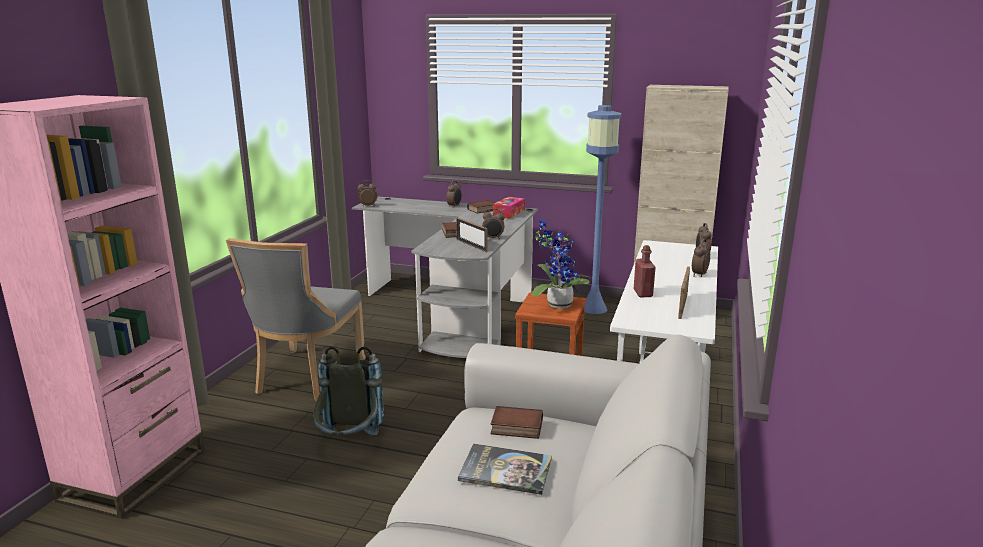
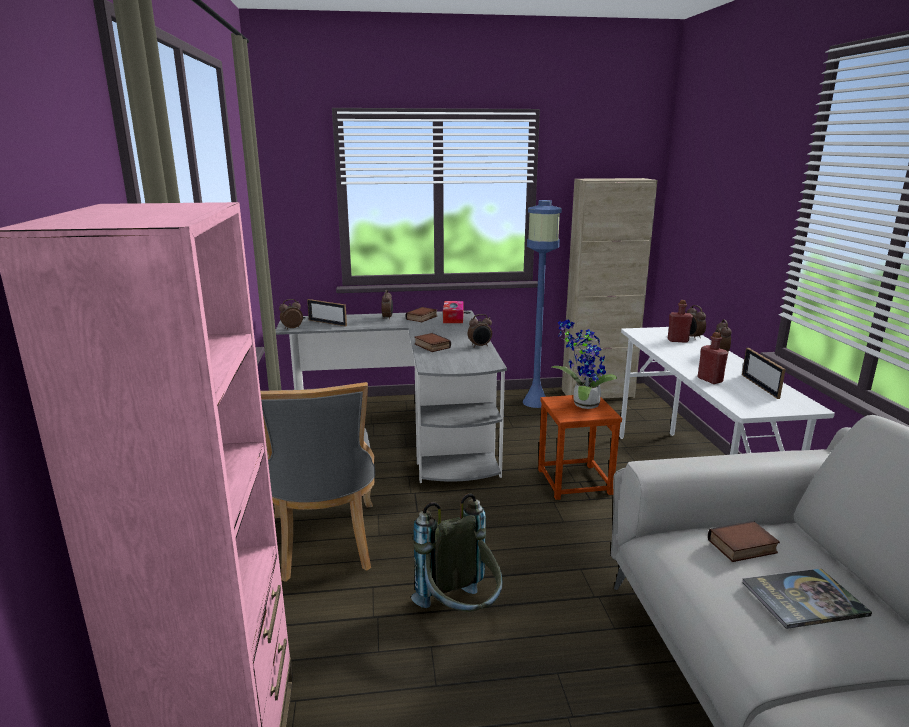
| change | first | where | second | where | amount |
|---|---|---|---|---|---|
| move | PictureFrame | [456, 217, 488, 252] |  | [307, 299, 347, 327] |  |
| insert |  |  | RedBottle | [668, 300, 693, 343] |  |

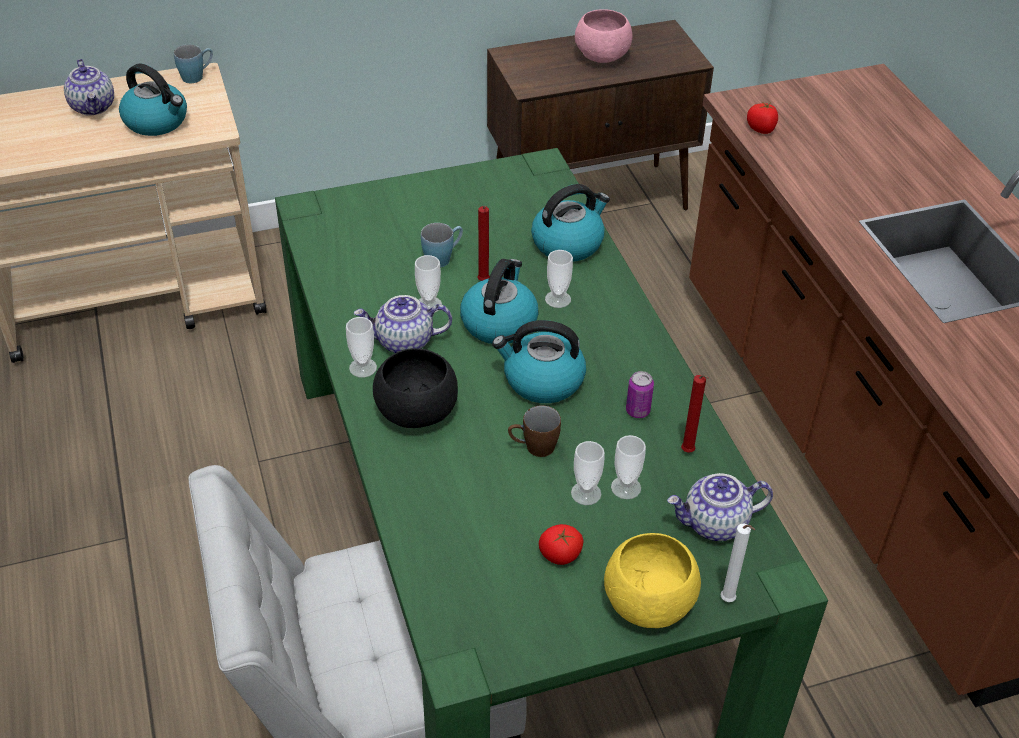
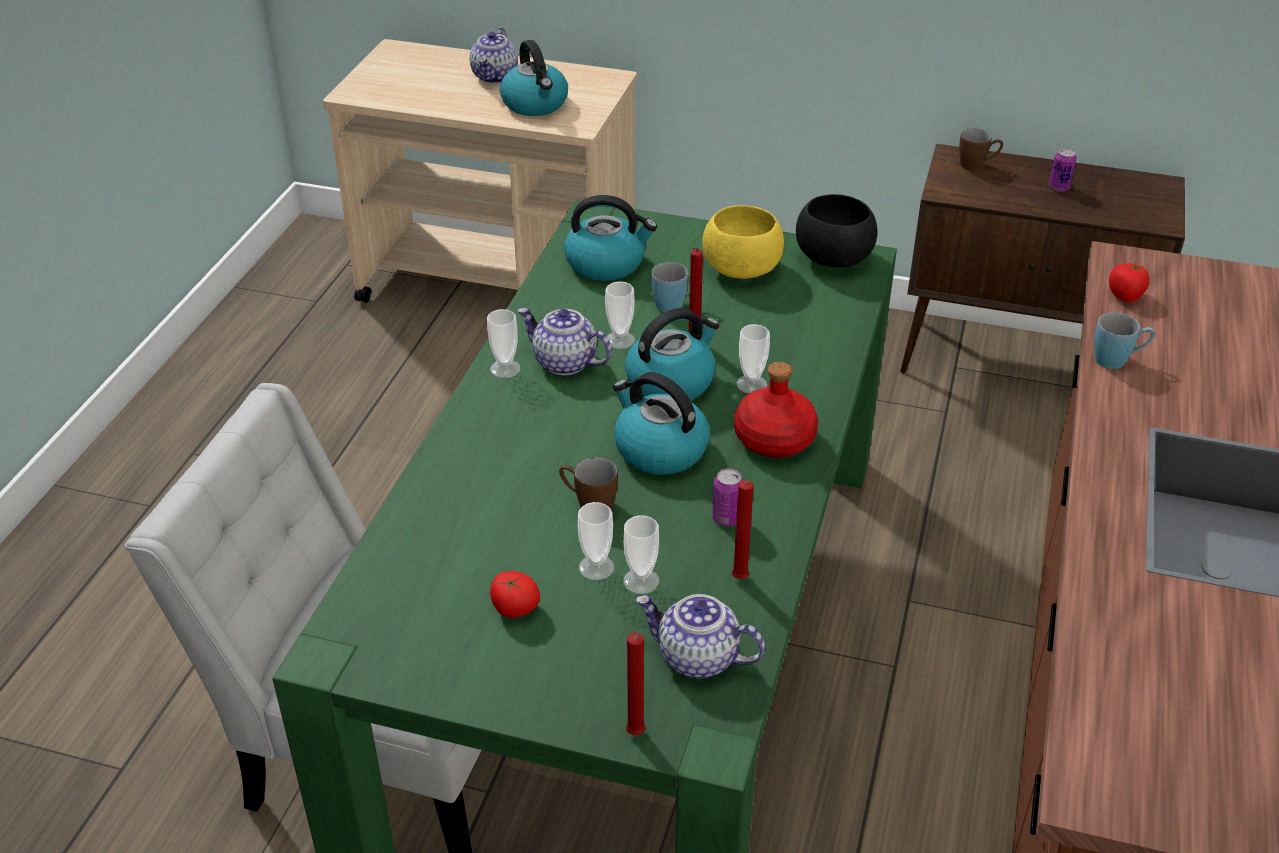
| change | first | where | second | where | amount |
|---|---|---|---|---|---|
| replace | PinkBowl | [575, 9, 632, 63] | Can | [1049, 148, 1077, 192] |  |
| move | BlueMug | [174, 45, 213, 83] |  | [1094, 312, 1155, 369] |  |
| move | Kettle | [531, 184, 610, 262] |  | [564, 195, 657, 281] |  |
| move | BlackBowl | [373, 348, 458, 428] |  | [796, 194, 877, 268] |  |
| recolor | WhiteCandle | [721, 523, 755, 602] | RedCandle | [626, 632, 645, 736] |  |
| move | YellowBowl | [604, 533, 701, 628] |  | [702, 205, 784, 279] |  |
| insert |  |  | BrownMug | [959, 129, 1003, 171] |  |
| insert |  |  | RedBottle | [734, 362, 818, 458] |  |

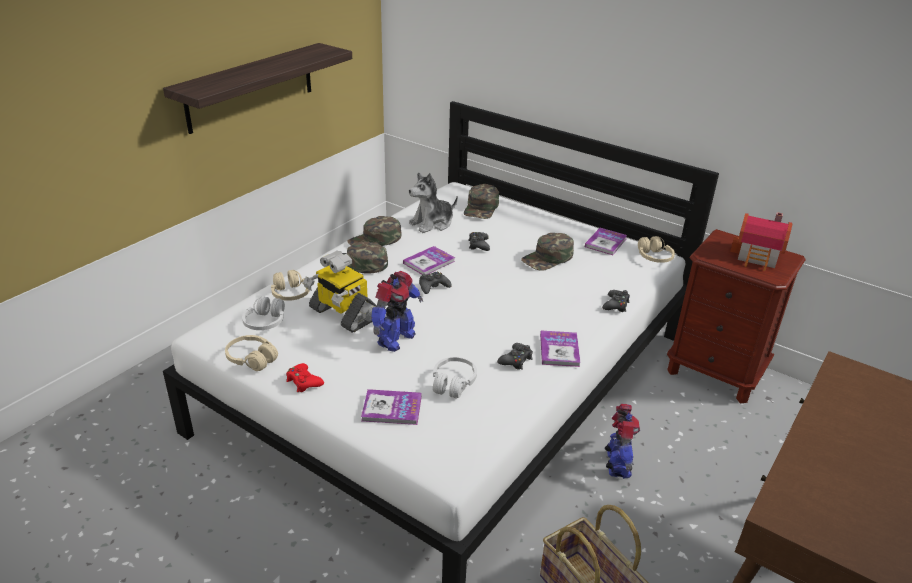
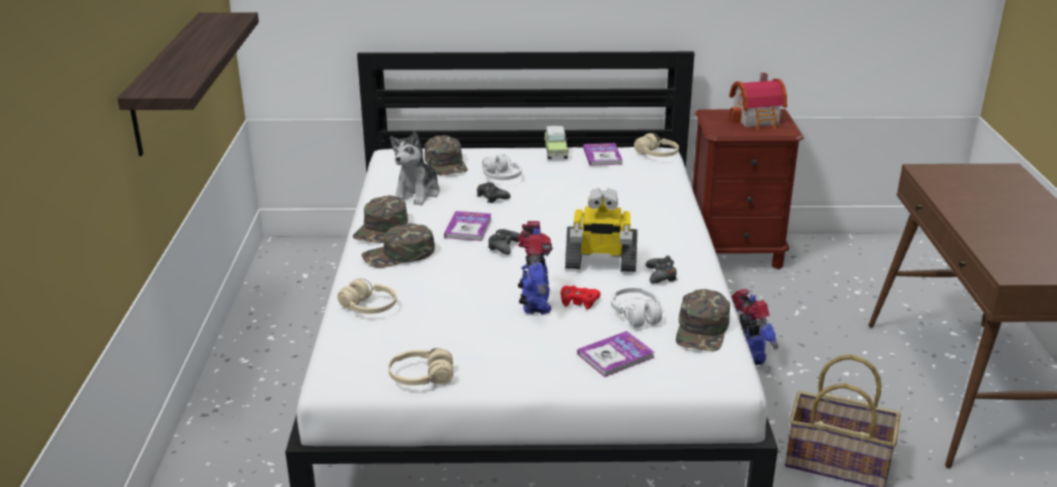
| change | first | where | second | where | amount |
|---|---|---|---|---|---|
| move | GreenCap | [521, 233, 574, 271] |  | [676, 289, 730, 351] |  |
| move | ToyRobot | [303, 251, 377, 333] |  | [565, 188, 638, 272] |  |
| delete | BlackGameController | [602, 290, 630, 312] |  |  |  |
| move | WhiteHeadphones | [242, 296, 285, 330] |  | [482, 154, 522, 180] |  |
| delete | Book | [540, 331, 581, 367] |  |  |  |
| move | RedGameController | [286, 363, 324, 392] |  | [561, 286, 601, 309] |  |
| insert |  |  | ToyCar | [544, 126, 569, 159] |  |

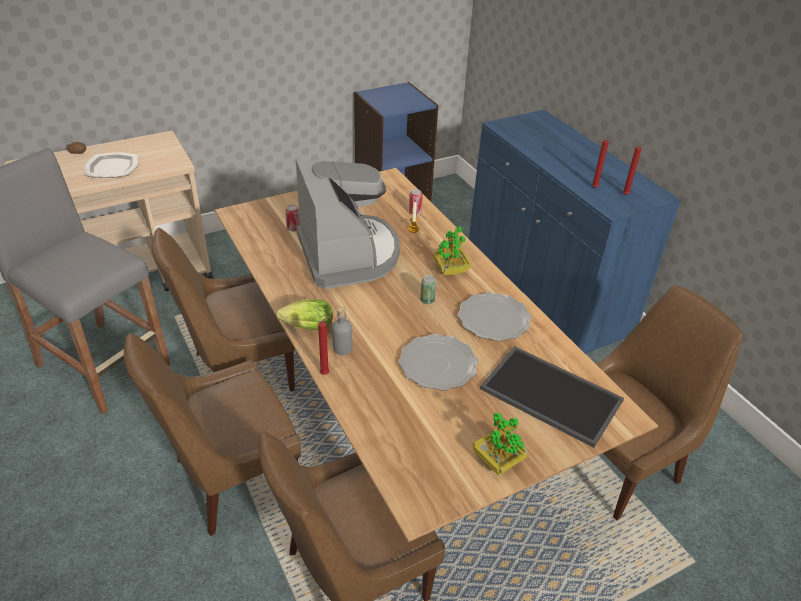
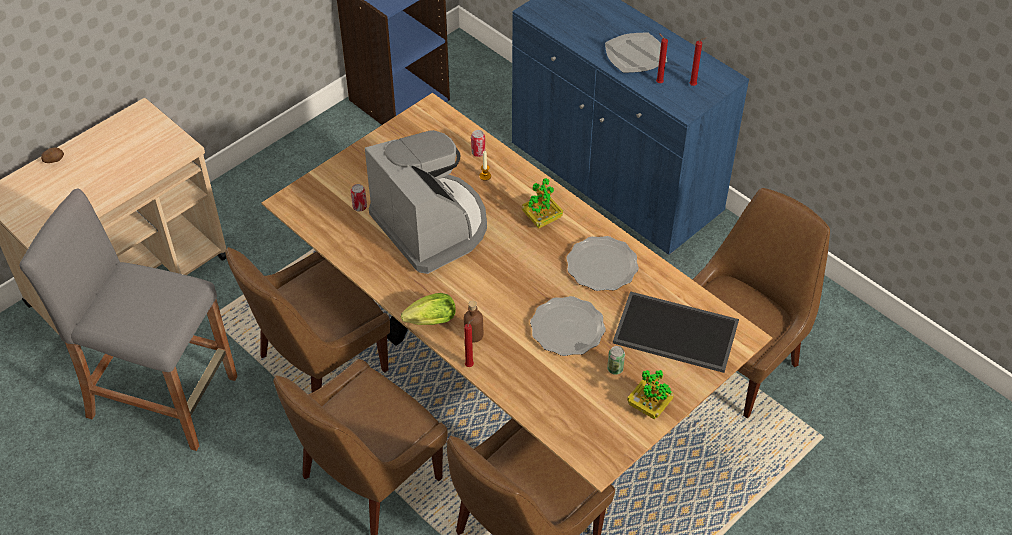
| change | first | where | second | where | amount |
|---|---|---|---|---|---|
| move | Plate | [84, 152, 139, 178] |  | [605, 33, 667, 73] |  |
| move | Can | [420, 275, 437, 304] |  | [607, 346, 625, 375] |  |
| recolor | GreyBottle | [332, 307, 352, 355] | BrownBottle | [464, 301, 483, 343] |  |

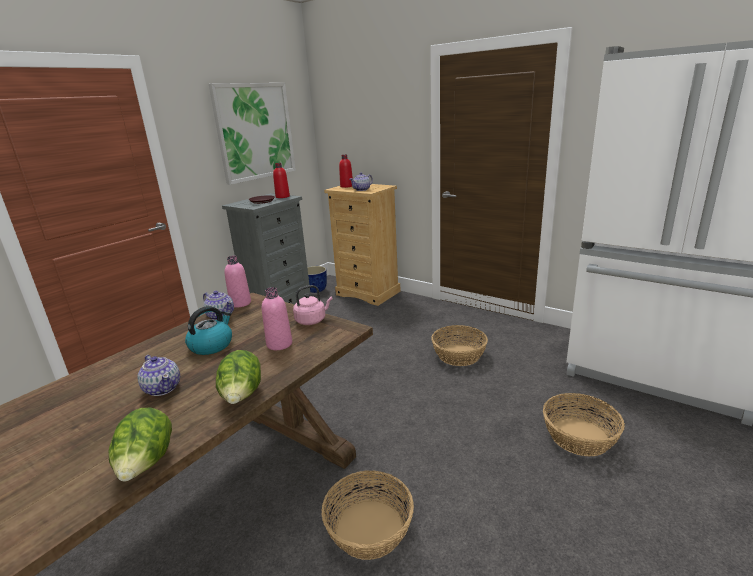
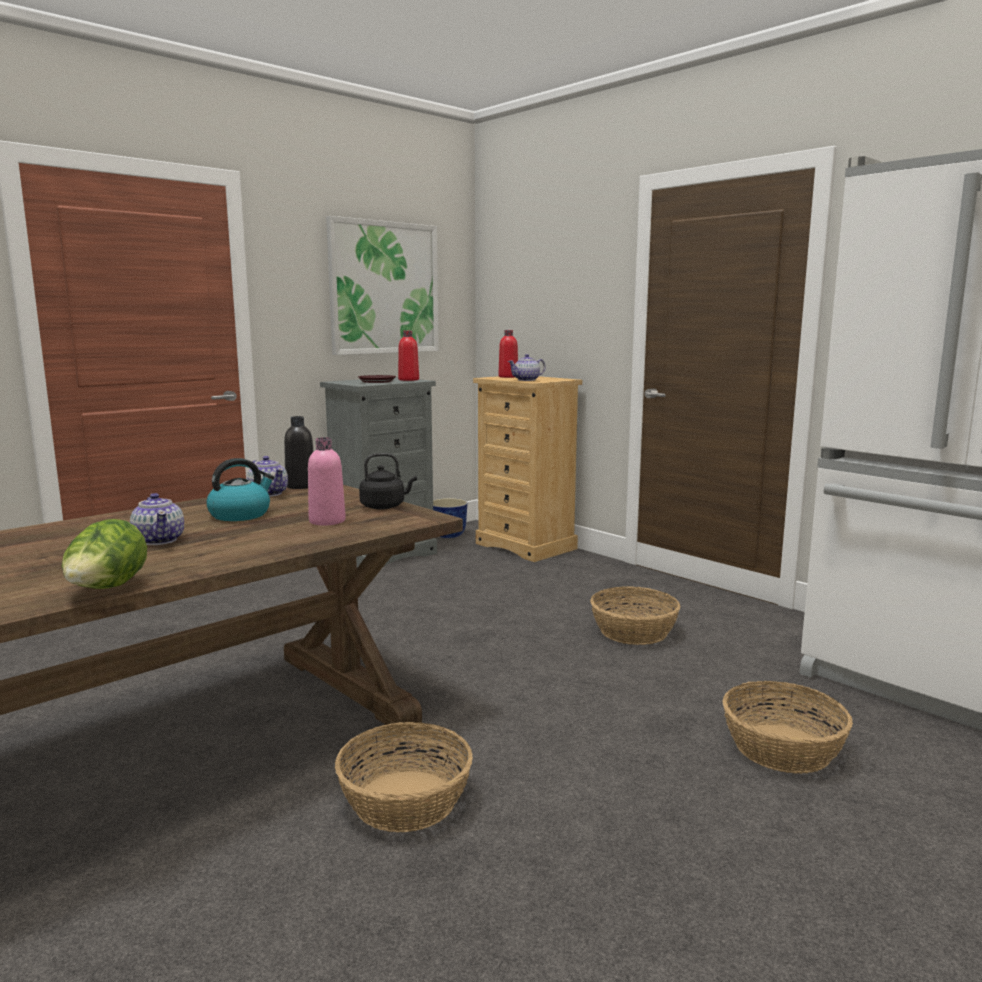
| change | first | where | second | where | amount |
|---|---|---|---|---|---|
| recolor | PinkBottle | [224, 256, 251, 308] | BlackBottle | [284, 416, 314, 489] |  |
| recolor | PinkKettle | [293, 285, 333, 325] | BlackKettle | [359, 453, 417, 510] |  |
| delete | Lettuce | [216, 350, 261, 404] |  |  |  |

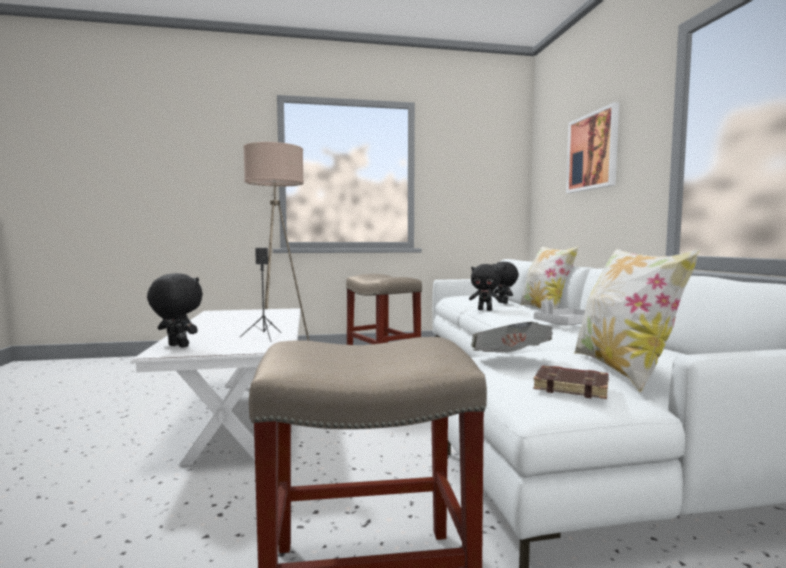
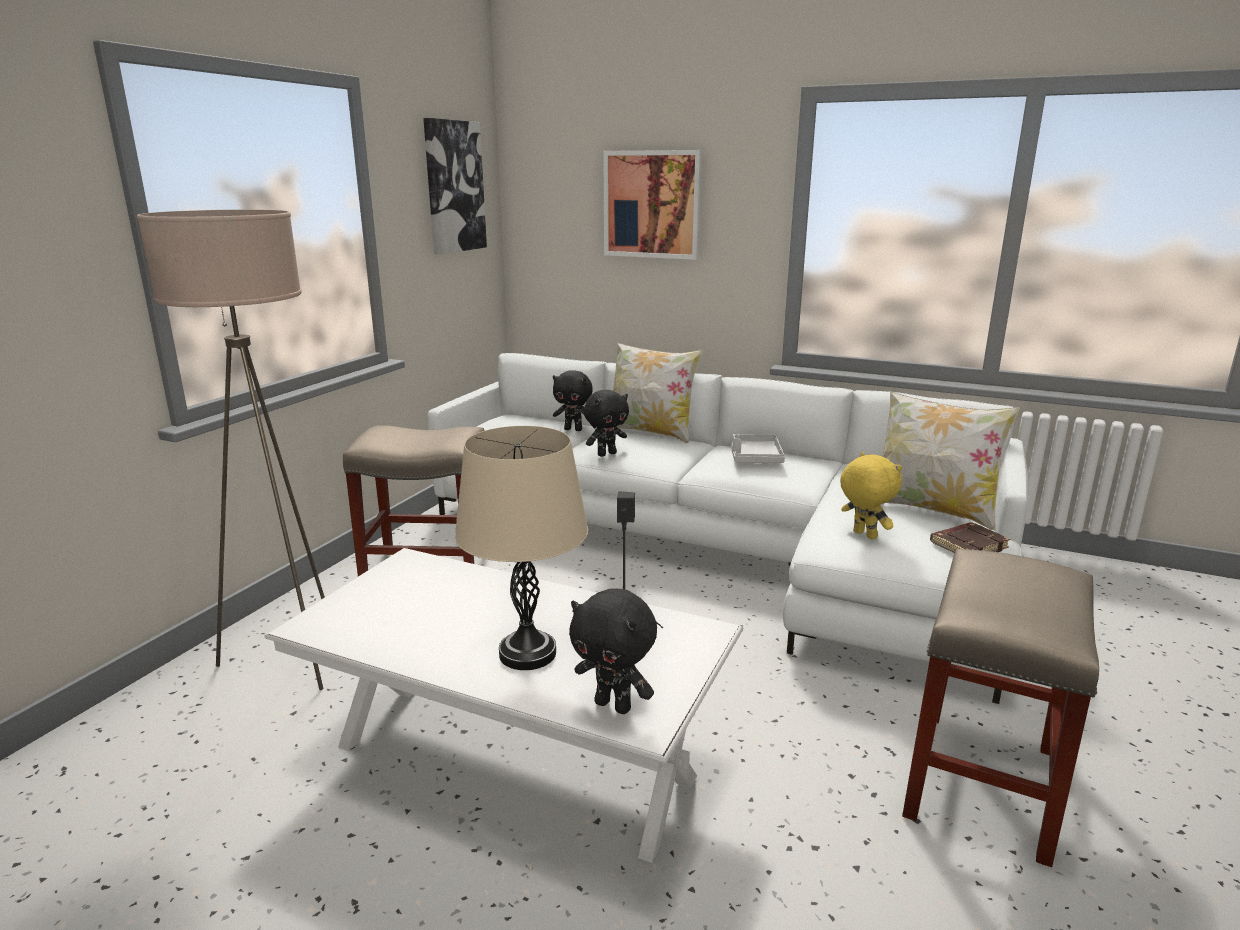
| change | first | where | second | where | amount |
|---|---|---|---|---|---|
| rotate | BlackPlushToy | [147, 273, 203, 348] |  | [569, 589, 657, 714] | 120 degrees counterclockwise |
| replace | Newspaper | [471, 322, 553, 353] | YellowPlushToy | [840, 452, 902, 540] |  |
| insert |  |  | Picture | [423, 118, 487, 254] |  |
| insert |  |  | BeigeTableLamp | [455, 426, 588, 670] |  |

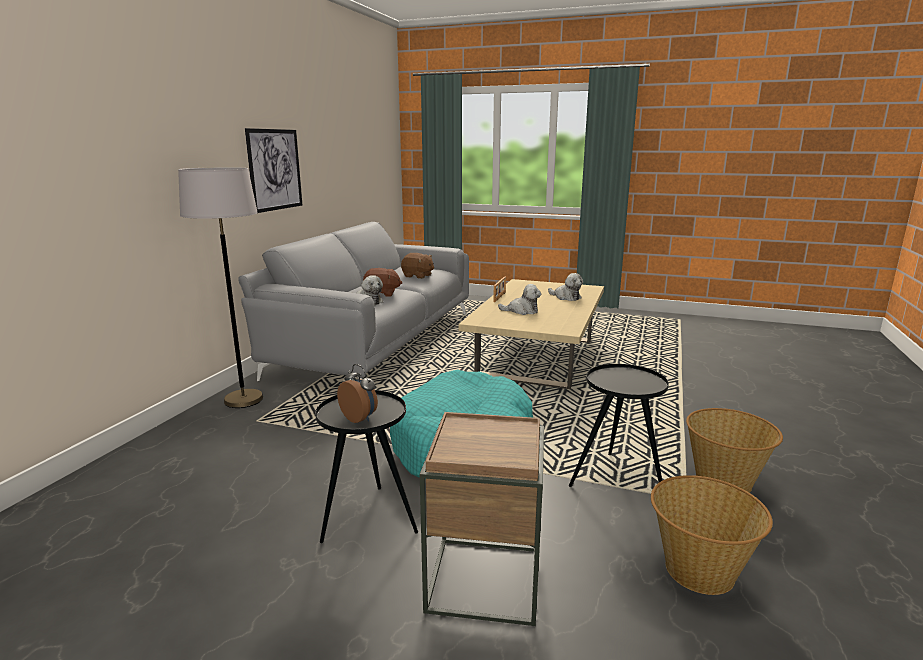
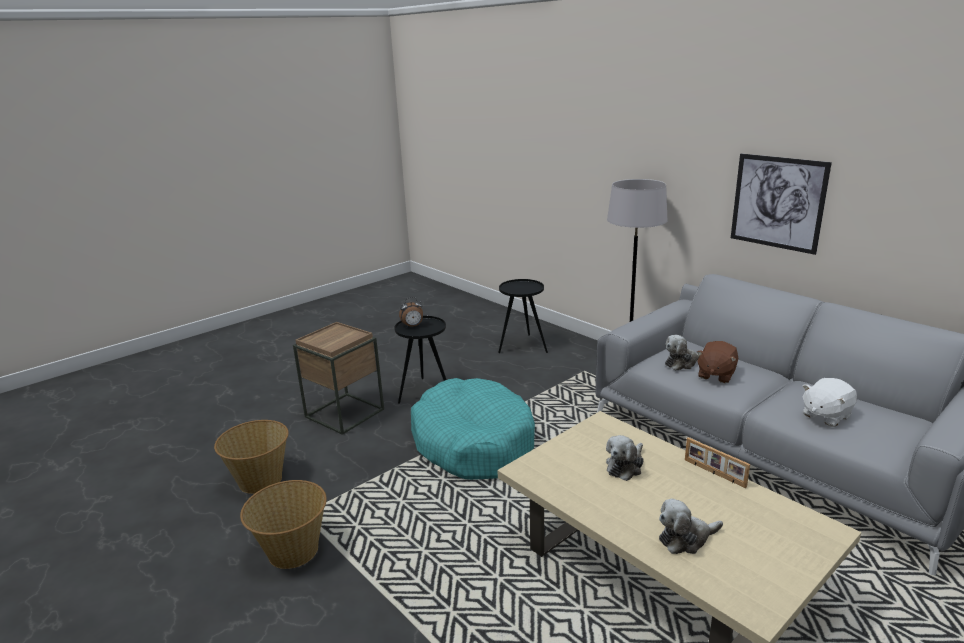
| change | first | where | second | where | amount |
|---|---|---|---|---|---|
| recolor | BrownPlushToy | [401, 253, 434, 279] | WhitePlushToy | [803, 378, 857, 427] |  |
| move | BlackSideTable | [569, 364, 669, 487] |  | [498, 279, 548, 353] |  |

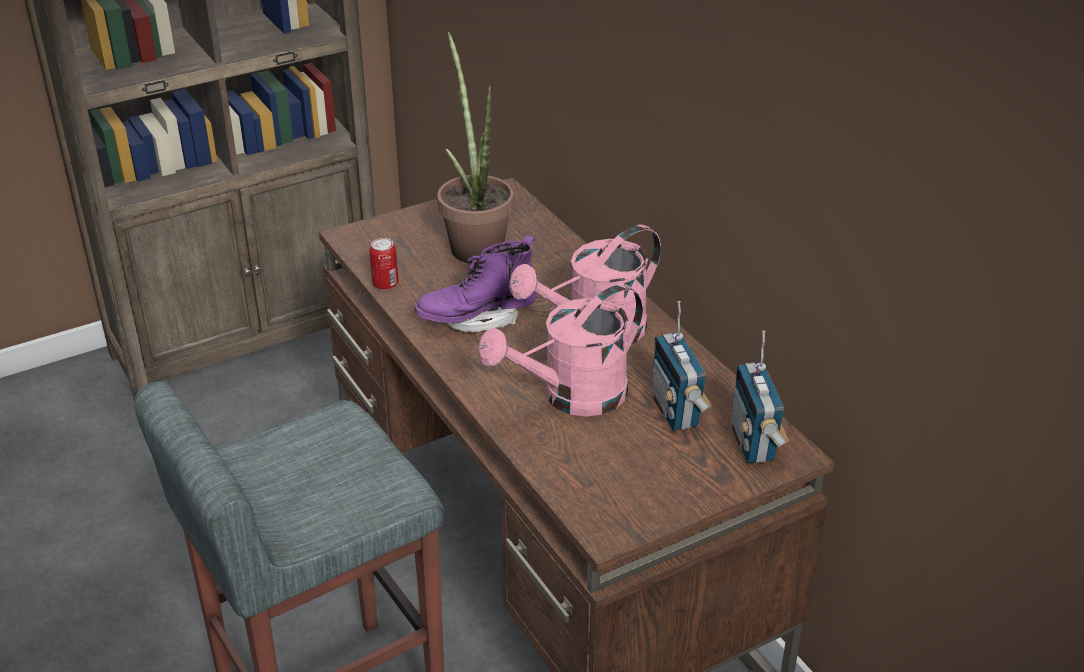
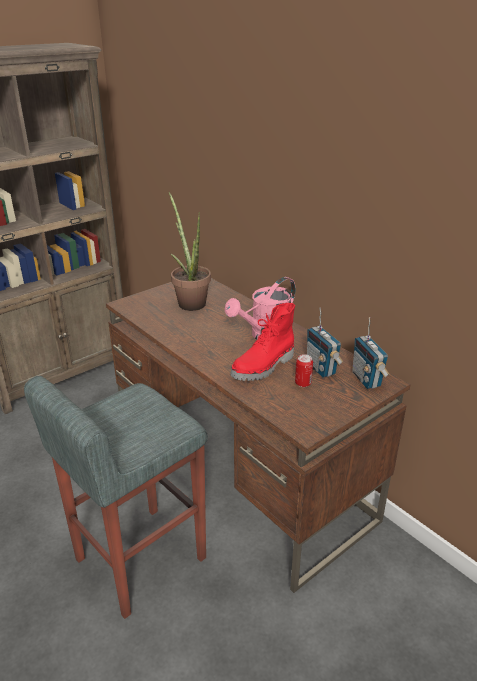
| change | first | where | second | where | amount |
|---|---|---|---|---|---|
| delete | PurpleBoot | [415, 235, 537, 332] |  |  |  |
| move | Can | [369, 238, 398, 290] |  | [295, 354, 313, 387] |  |
| replace | PinkWateringCan | [478, 284, 643, 417] | RedBoot | [230, 303, 295, 381] |  |

